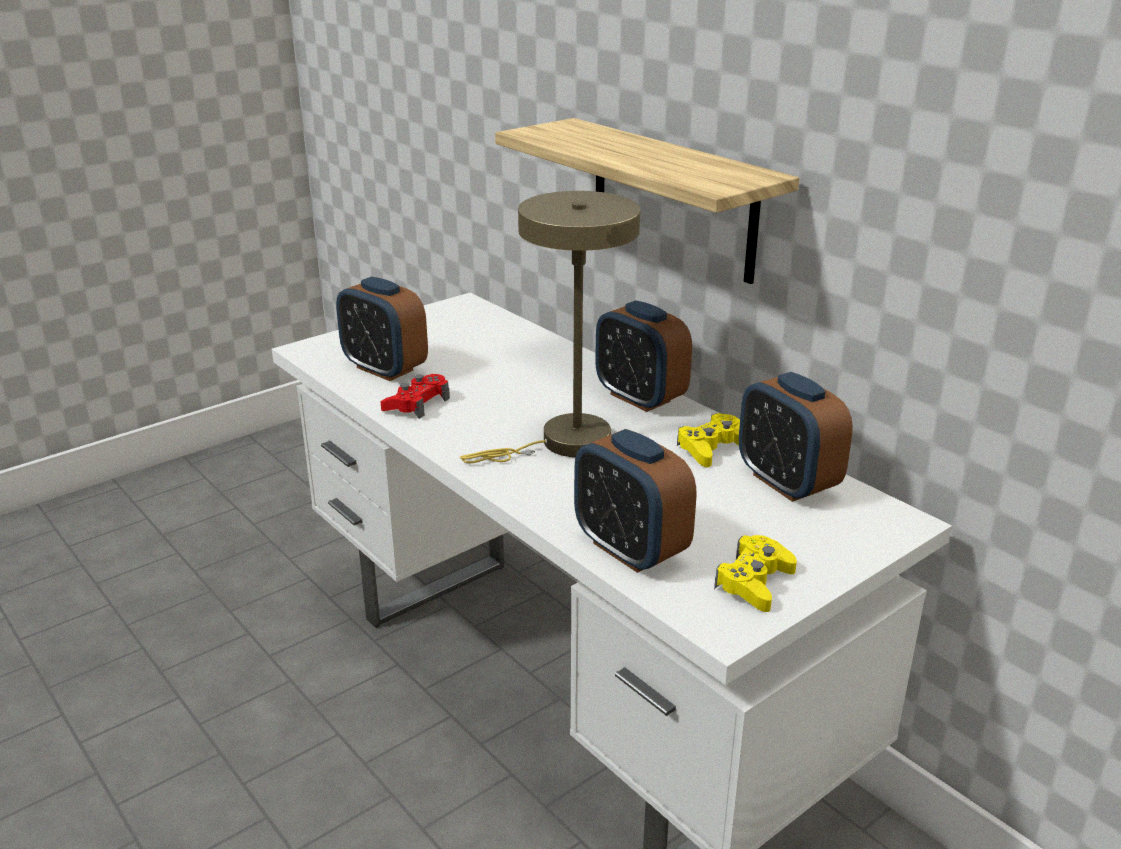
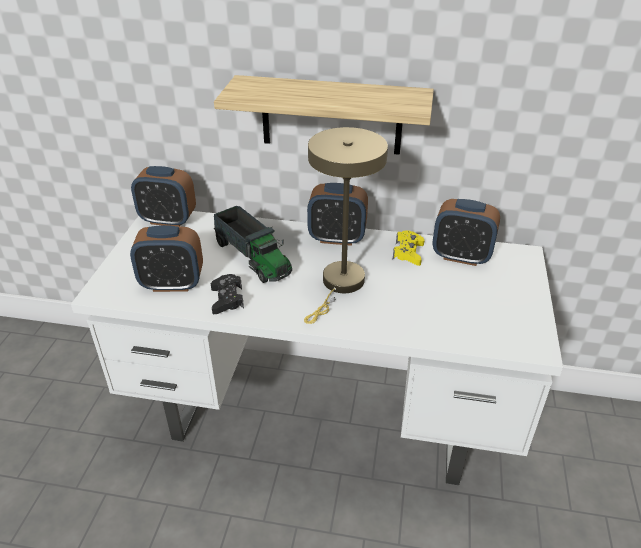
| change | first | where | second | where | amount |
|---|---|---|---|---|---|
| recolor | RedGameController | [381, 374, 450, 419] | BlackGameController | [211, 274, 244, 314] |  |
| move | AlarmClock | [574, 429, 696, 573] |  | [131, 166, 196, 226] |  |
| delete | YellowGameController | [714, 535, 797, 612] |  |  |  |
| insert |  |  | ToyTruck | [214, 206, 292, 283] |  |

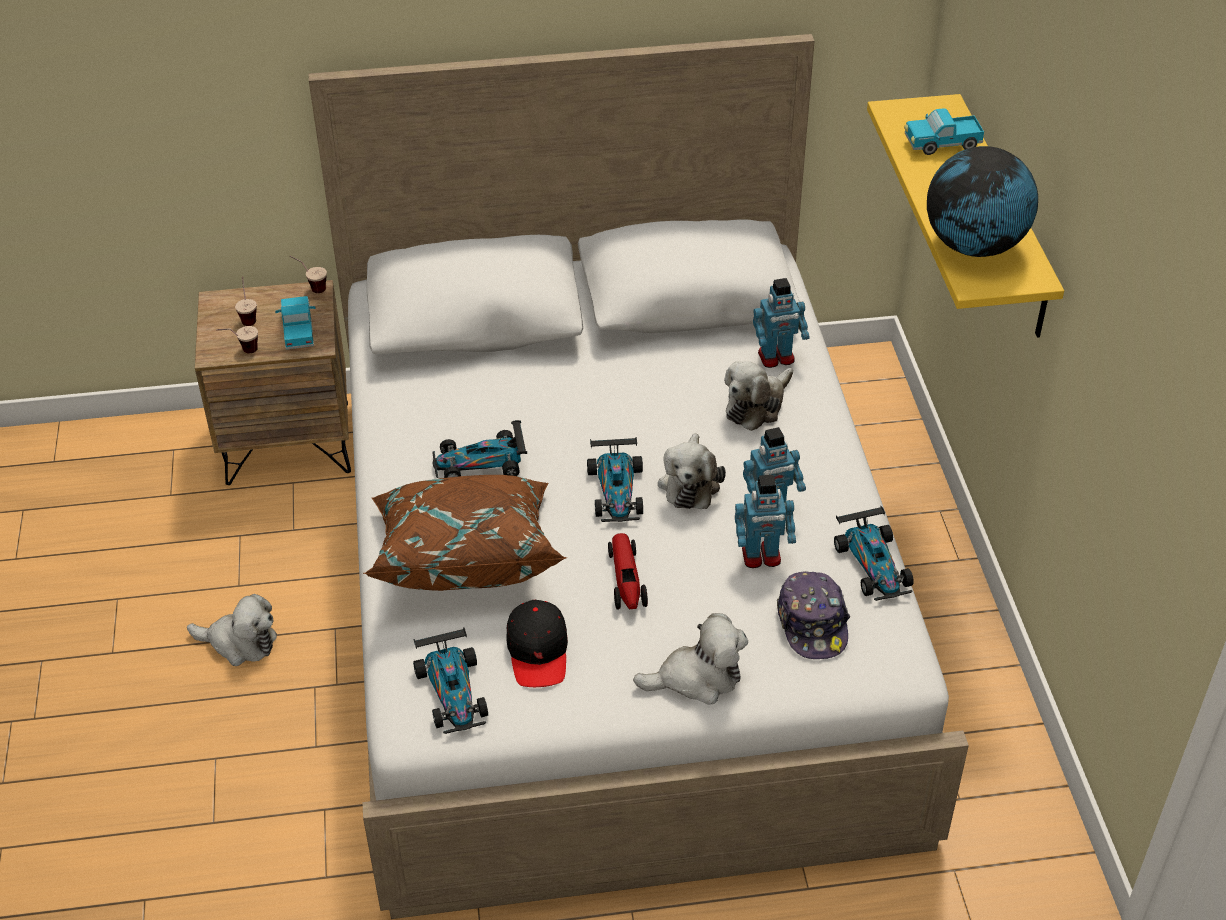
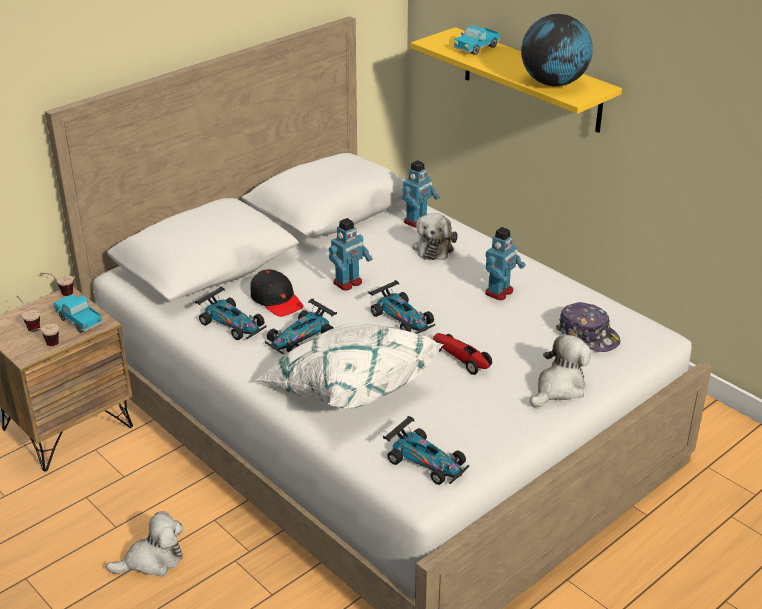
| change | first | where | second | where | amount |
|---|---|---|---|---|---|
| delete | PlushToy | [658, 433, 726, 509] |  |  |  |
| recolor | BrownPillow | [363, 475, 567, 591] | WhitePillow | [255, 323, 444, 408] |  |
| move | ToyRobot | [735, 475, 796, 568] |  | [329, 218, 373, 291] |  |
| move | ToyCar | [834, 506, 914, 601] |  | [195, 287, 267, 340] |  |
| move | BlackCap | [507, 600, 568, 687] |  | [251, 269, 303, 317] |  |

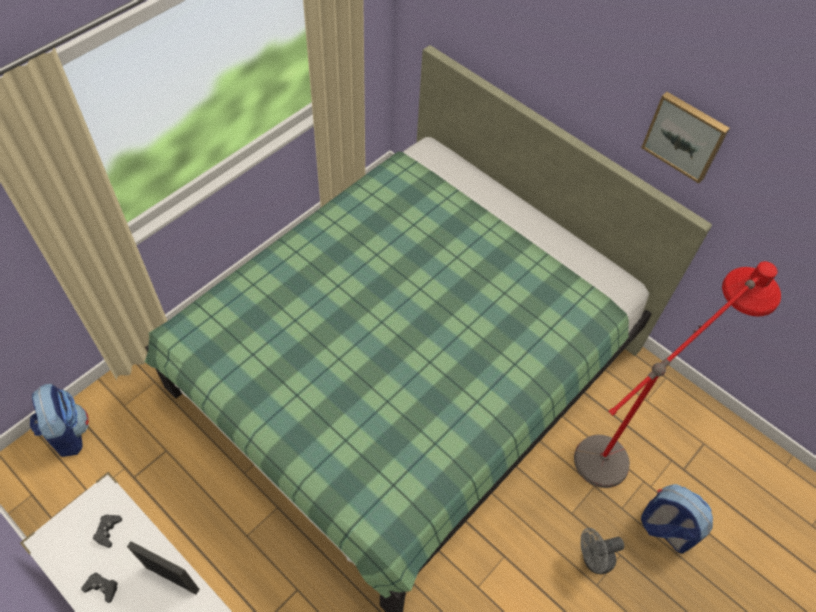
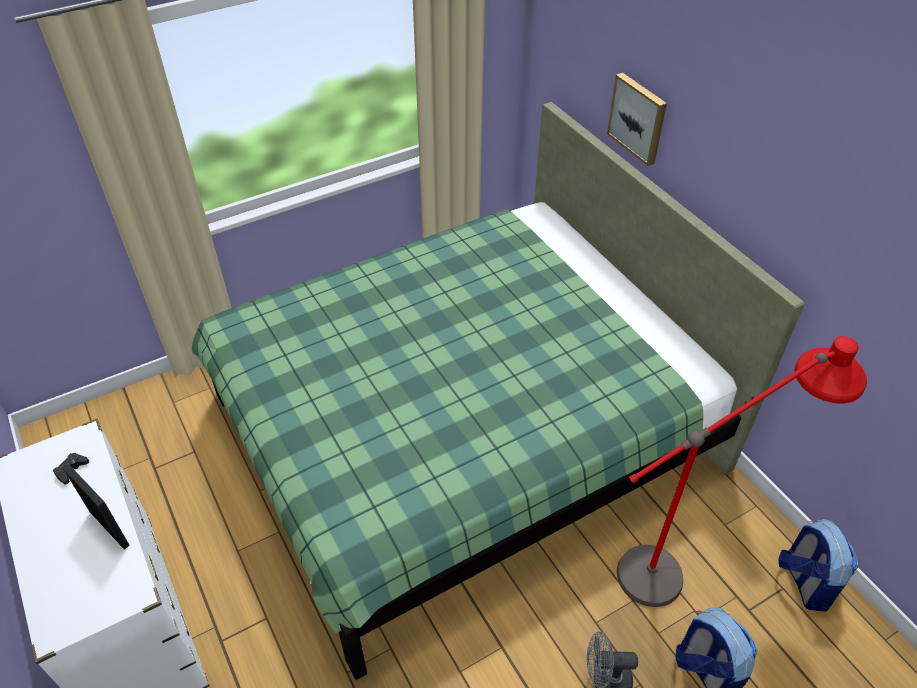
| change | first | where | second | where | amount |
|---|---|---|---|---|---|
| move | Picture | [641, 92, 730, 183] |  | [607, 73, 667, 166] |  |
| move | Backpack | [30, 384, 89, 457] |  | [778, 519, 858, 612] |  |
| delete | BlackGameController | [81, 573, 118, 603] |  |  |  |

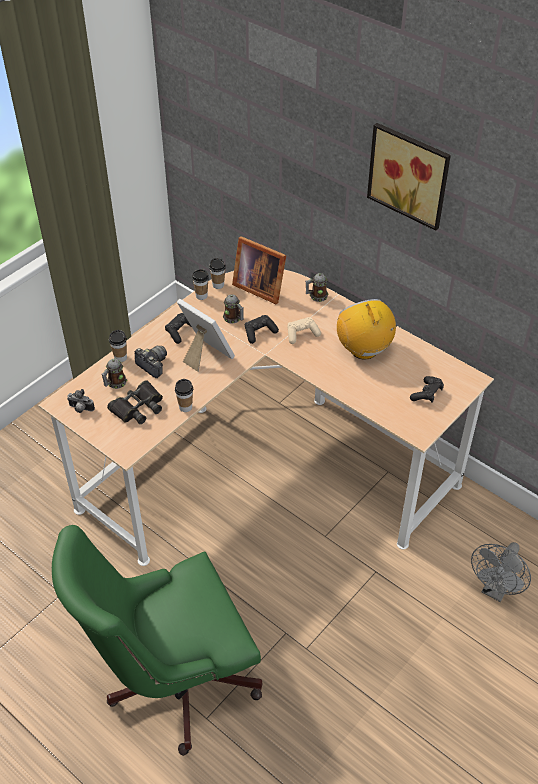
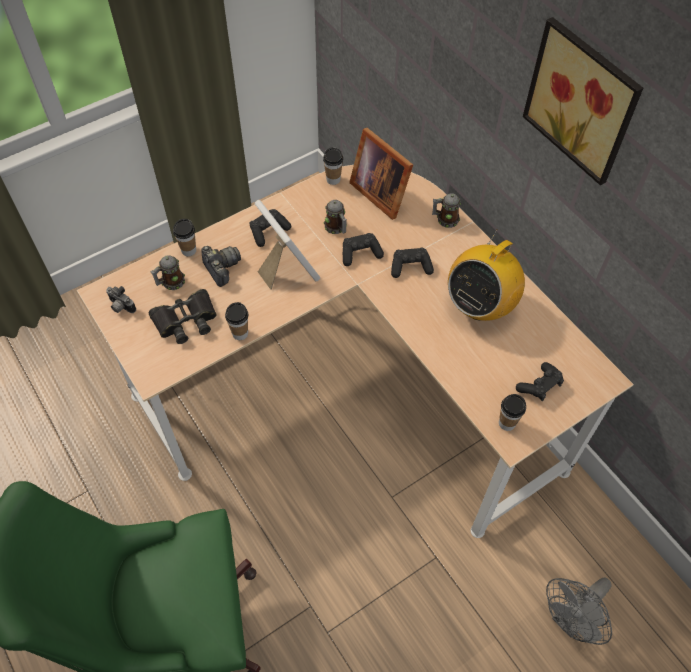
| change | first | where | second | where | amount |
|---|---|---|---|---|---|
| move | Cup | [192, 269, 209, 300] |  | [499, 394, 526, 431] |  |
| rotate | Radio | [337, 299, 397, 360] |  | [448, 229, 525, 321] | 135 degrees counterclockwise |
| recolor | BeigeGameController | [287, 317, 321, 344] | BlackGameController | [391, 247, 434, 278] |  |

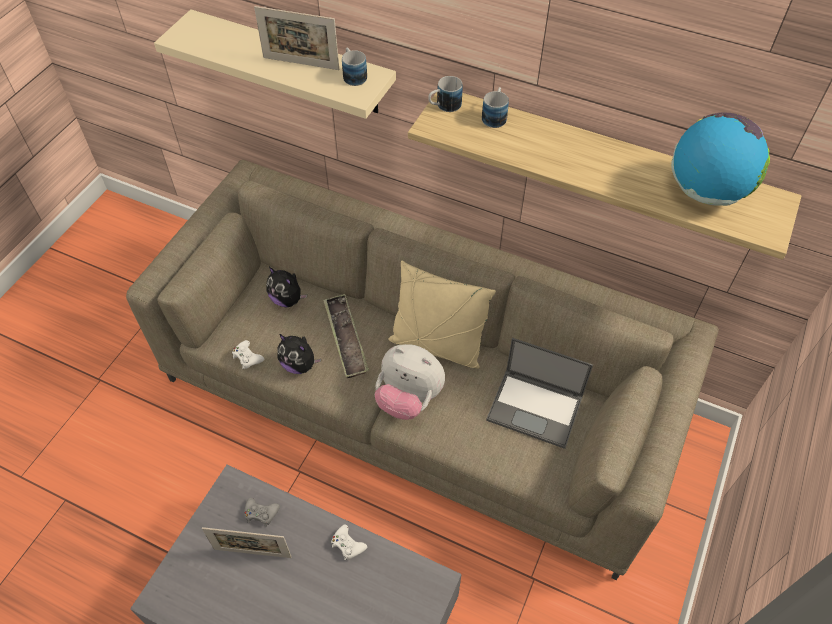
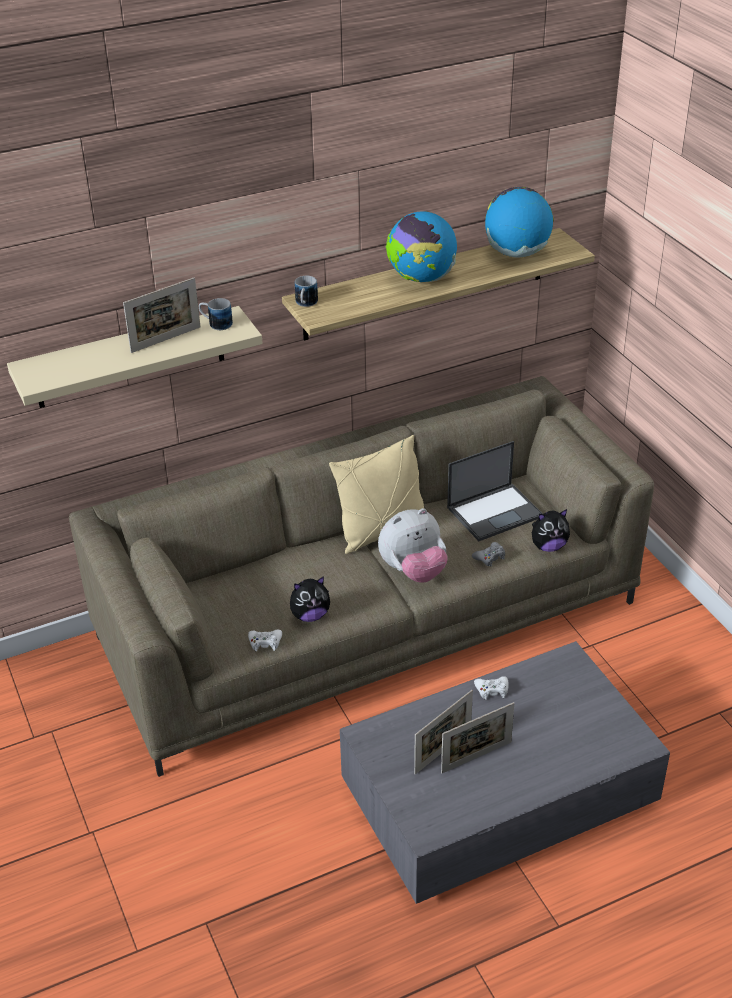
| change | first | where | second | where | amount |
|---|---|---|---|---|---|
| delete | Mug | [482, 87, 509, 128] |  |  |  |
| move | PlushToy | [266, 267, 307, 307] |  | [532, 509, 570, 552] |  |
| delete | Tray | [323, 294, 369, 378] |  |  |  |
| move | GreyGameController | [244, 498, 280, 527] |  | [472, 542, 505, 567] |  |
| insert |  |  | Globe | [386, 211, 457, 282] |  |
| insert |  |  | PictureFrame | [441, 702, 515, 773] |  |

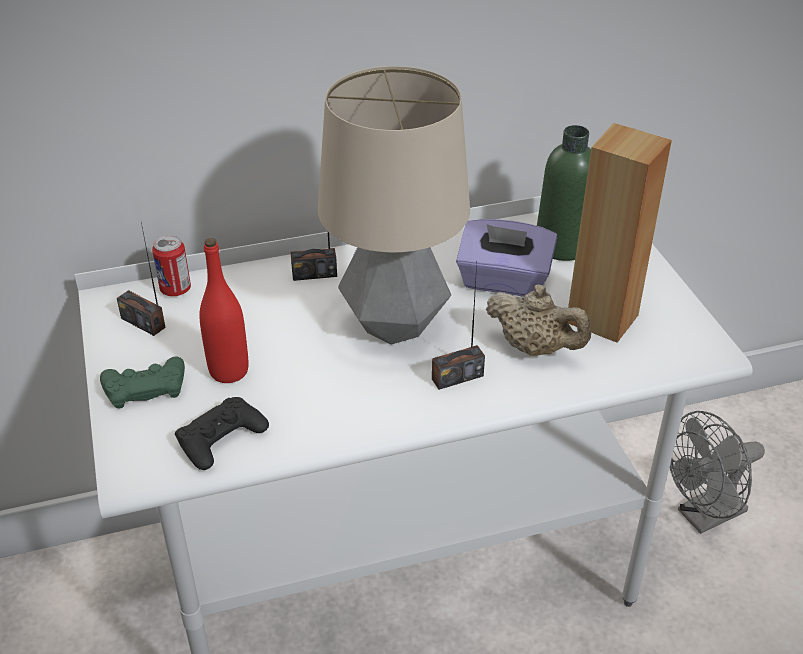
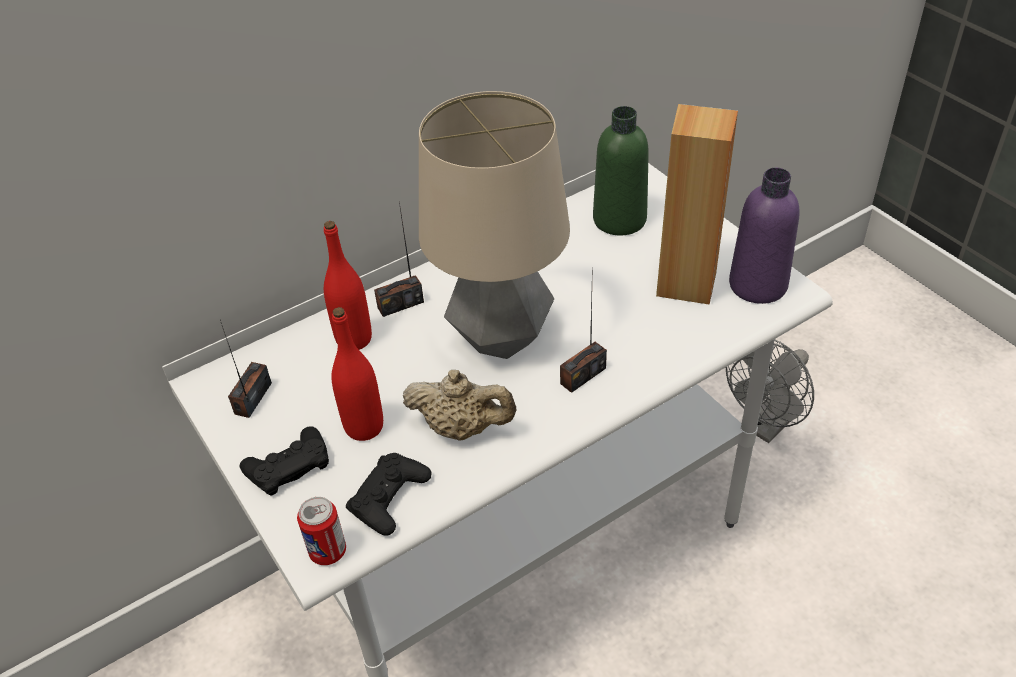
| change | first | where | second | where | amount |
|---|---|---|---|---|---|
| delete | PurpleTissueBox | [456, 219, 557, 297] |  |  |  |
| rotate | Radio | [117, 223, 166, 336] |  | [220, 320, 272, 418] | 90 degrees clockwise |
| move | Can | [152, 235, 191, 296] |  | [297, 497, 346, 565] |  |
| move | BeigeTeapot | [486, 284, 591, 356] |  | [403, 370, 516, 441] |  |
| recolor | GreenGameController | [100, 356, 185, 408] | BlackGameController | [239, 426, 329, 495] |  |
| insert |  |  | PurpleBottle | [729, 168, 800, 304] |  |
| insert |  |  | RedBottle | [324, 221, 372, 350] |  |

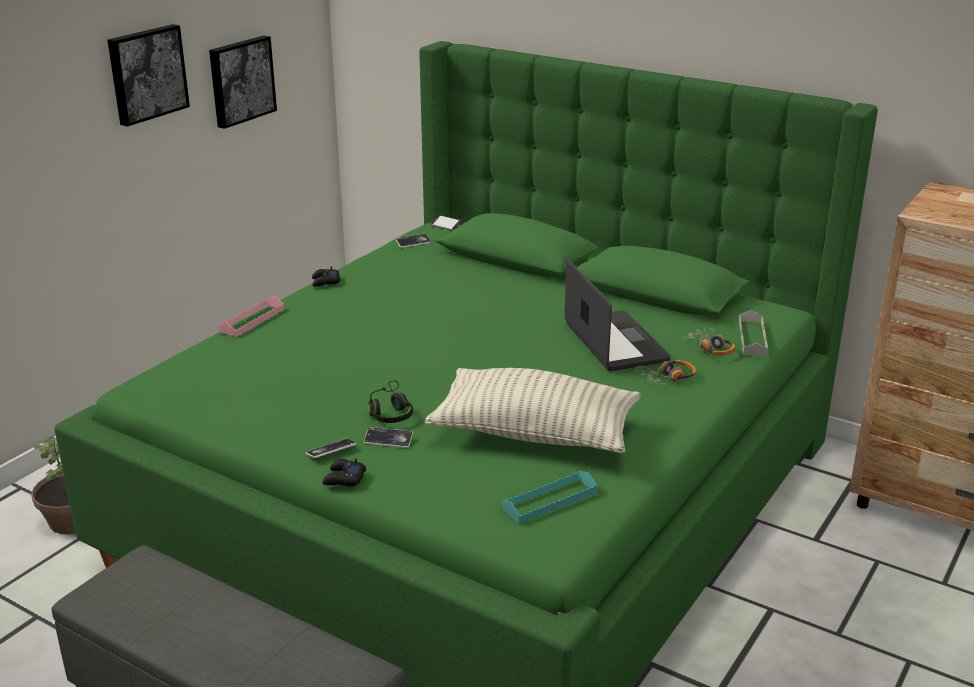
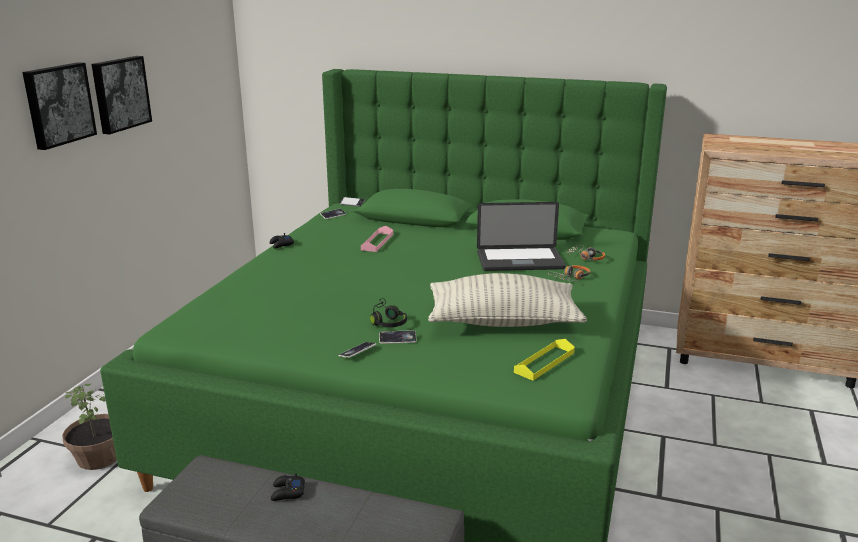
| change | first | where | second | where | amount |
|---|---|---|---|---|---|
| move | Picture | [209, 36, 277, 129] |  | [22, 62, 97, 150] |  |
| rotate | Laptop | [564, 260, 670, 371] |  | [477, 202, 566, 271] | 120 degrees clockwise |
| move | PinkTray | [218, 296, 284, 337] |  | [361, 226, 393, 252] |  |
| delete | GreyTray | [739, 310, 769, 356] |  |  |  |
| move | BlackGameController | [322, 458, 366, 486] |  | [271, 473, 305, 501] |  |
| recolor | TurquoiseTray | [502, 471, 597, 524] | YellowTray | [514, 339, 575, 381] |  |

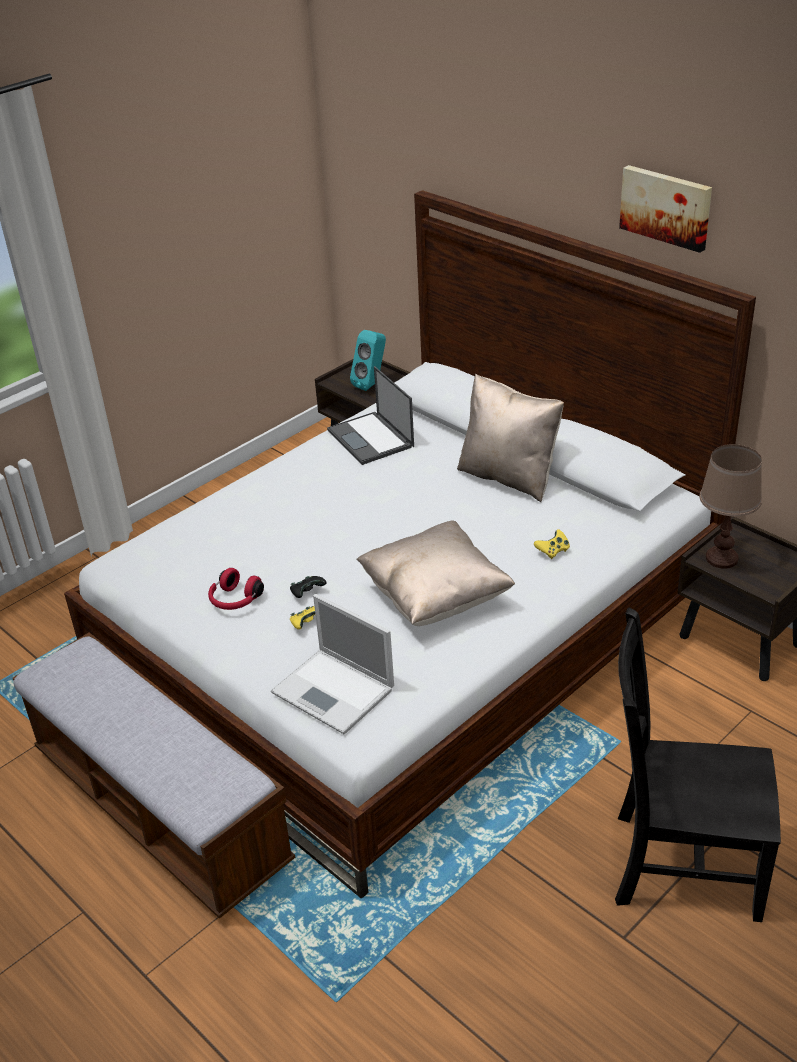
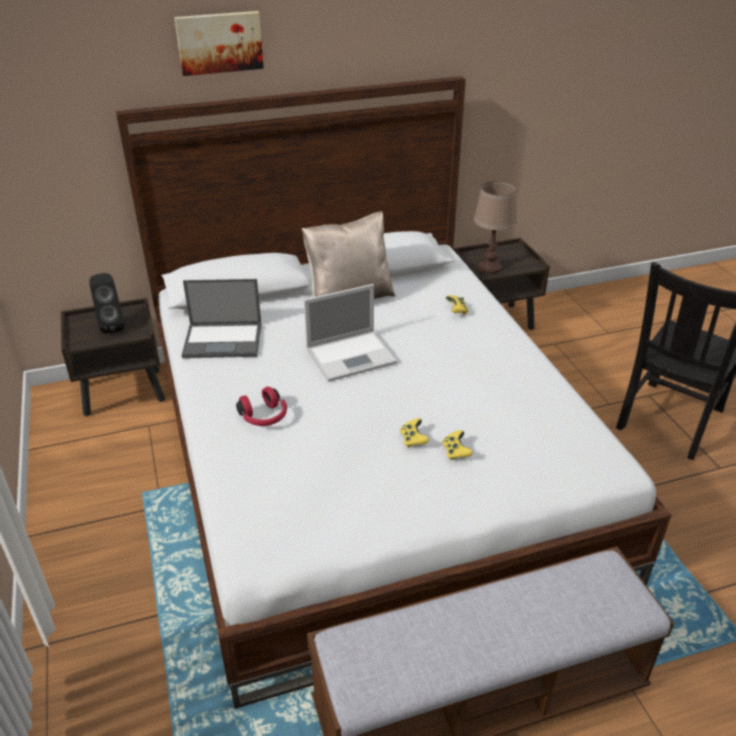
| change | first | where | second | where | amount |
|---|---|---|---|---|---|
| move | Picture | [619, 165, 712, 253] |  | [174, 11, 264, 76] |  |
| recolor | TurquoiseSpeaker | [350, 330, 386, 391] | BlackSpeaker | [89, 273, 125, 334] |  |
| delete | BeigePillow | [356, 520, 515, 626] |  |  |  |
| move | RedHeadphones | [208, 568, 264, 610] |  | [236, 387, 287, 426] |  |
| recolor | BlackGameController | [290, 576, 326, 598] | YellowGameController | [400, 418, 429, 448] |  |
| move | Laptop | [271, 594, 394, 735] |  | [304, 284, 397, 382] |  |

